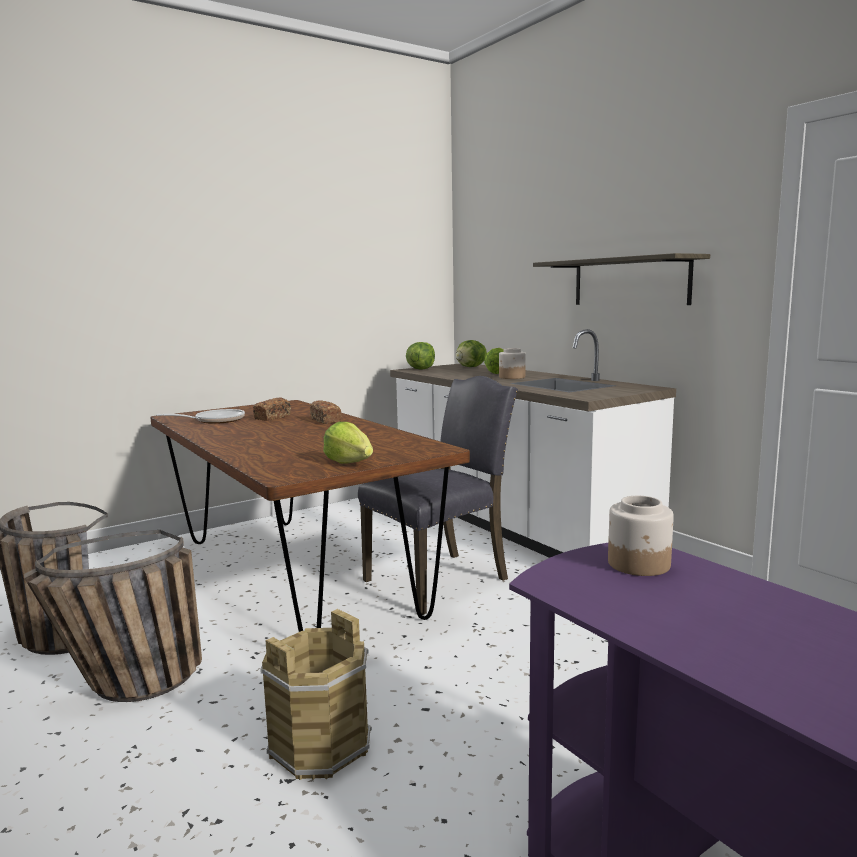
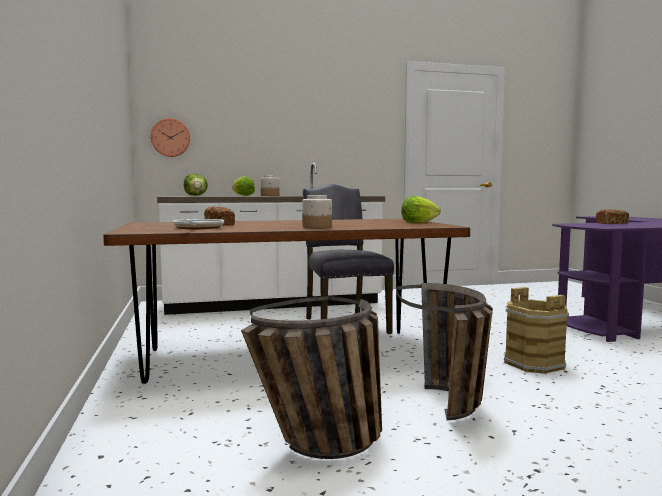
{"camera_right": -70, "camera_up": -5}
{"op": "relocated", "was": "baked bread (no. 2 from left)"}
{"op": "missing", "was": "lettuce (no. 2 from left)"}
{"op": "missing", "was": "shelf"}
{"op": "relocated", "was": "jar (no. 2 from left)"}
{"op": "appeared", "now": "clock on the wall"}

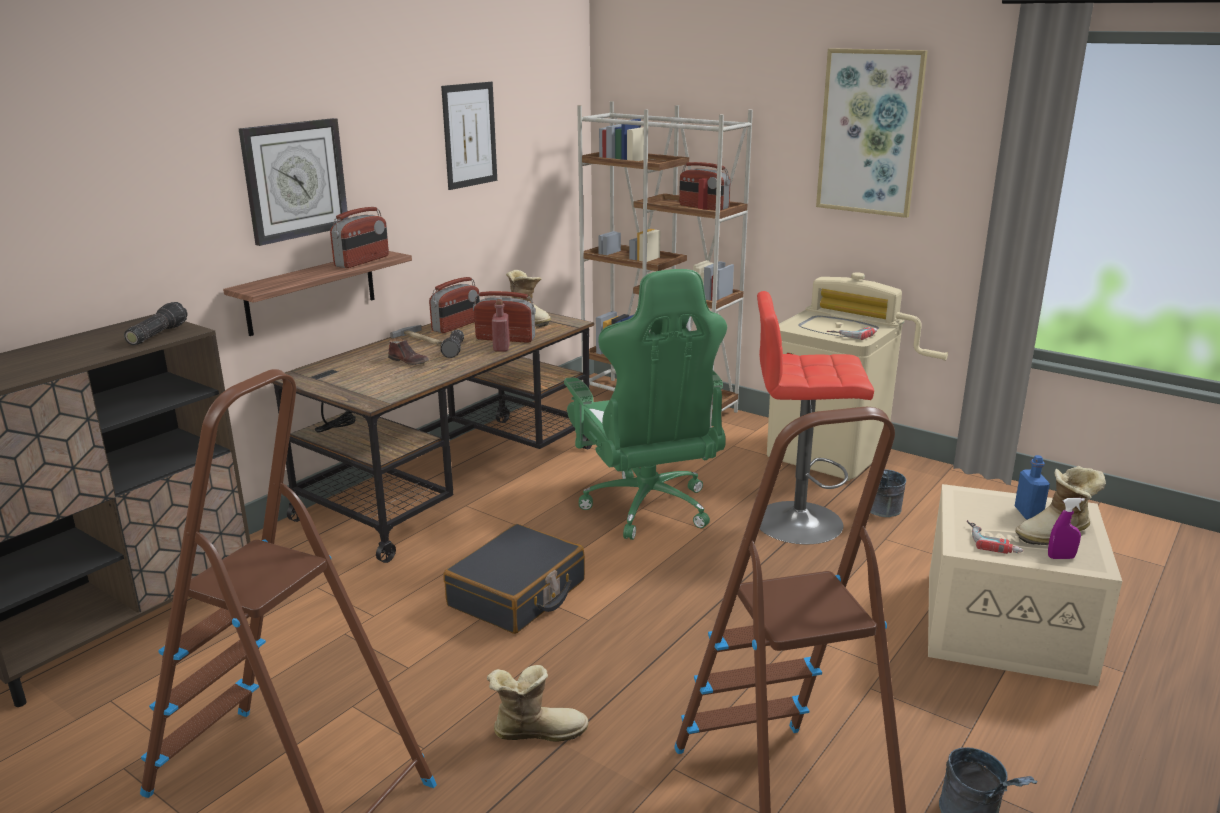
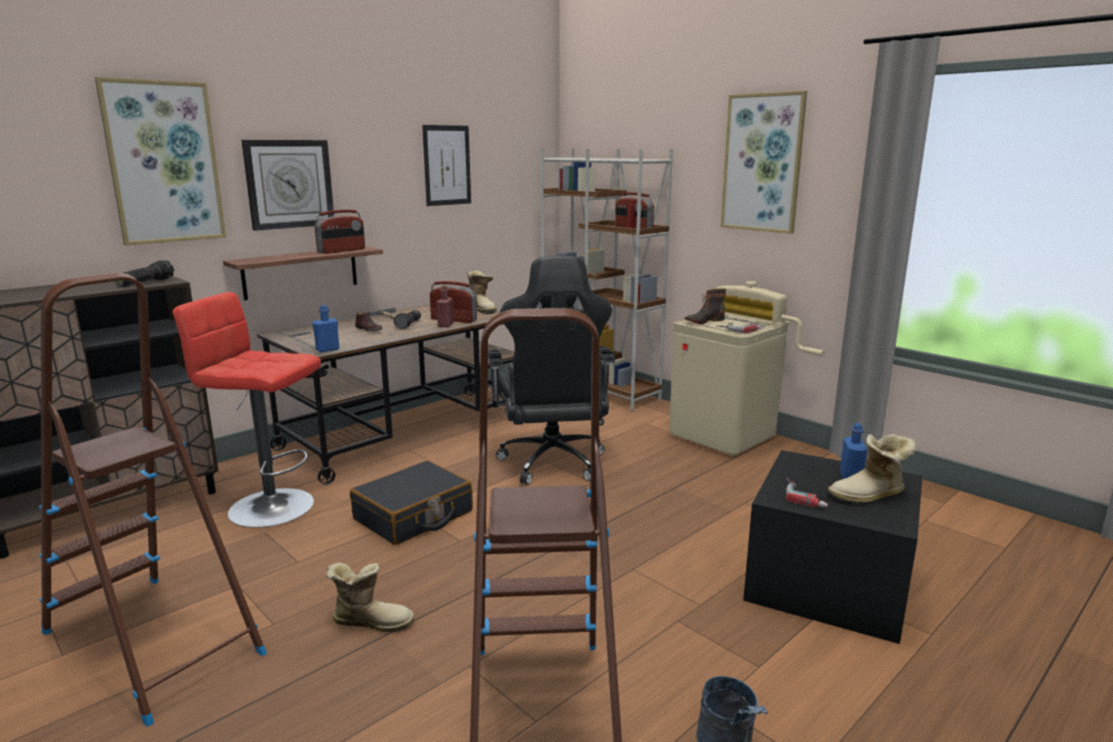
{"camera_right": 10, "camera_up": -5}
{"op": "missing", "was": "radio receiver (no. 2 from left)"}
{"op": "colour", "was": "desk chair (green-coloured)", "now": "desk chair (blackish)"}
{"op": "relocated", "was": "sitting stool (red-coloured)"}
{"op": "missing", "was": "bucket (greyish) (no. 1 from left)"}
{"op": "colour", "was": "storage container (sand-coloured)", "now": "storage container (blackish)"}
{"op": "missing", "was": "sprayer (purple)"}
{"op": "appeared", "now": "wall art (no. 1 from left)"}
{"op": "appeared", "now": "beverage bottle (blue-coloured) (no. 1 from left)"}
{"op": "appeared", "now": "high-top boot (no. 3 from left)"}

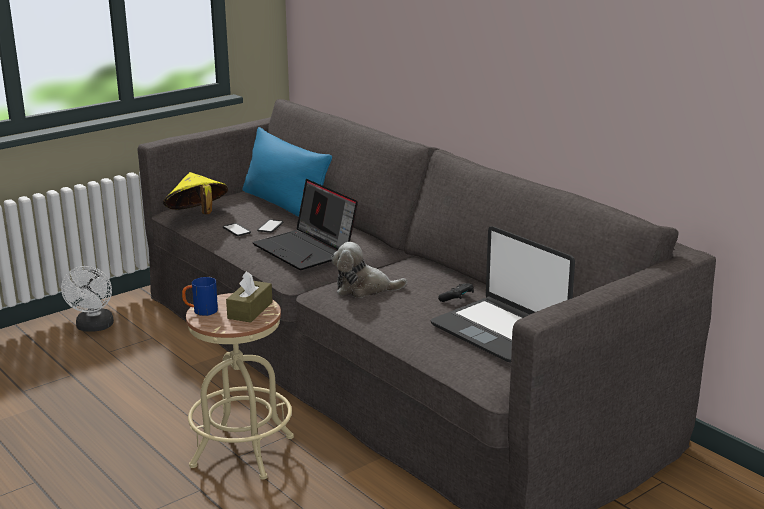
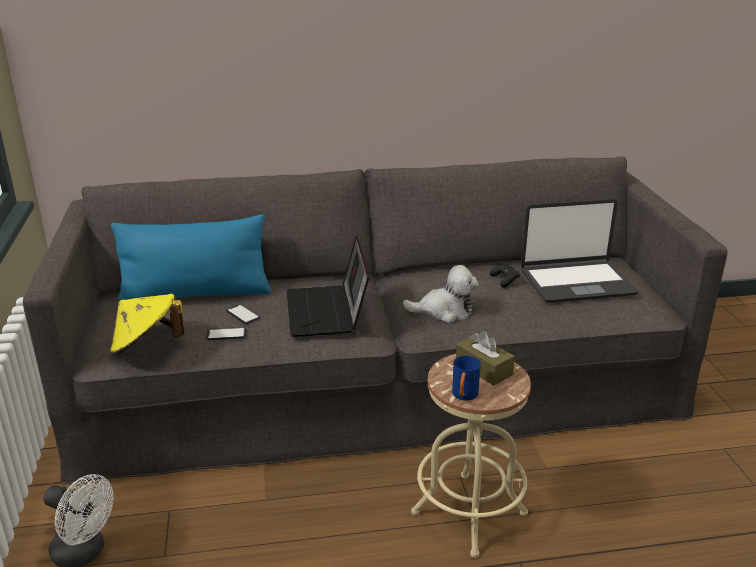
{"camera_right": -60, "camera_up": 5}
{"op": "spun", "was": "laptop (no. 1 from left)", "clockwise": 90}
{"op": "spun", "was": "soft toy", "clockwise": -120}

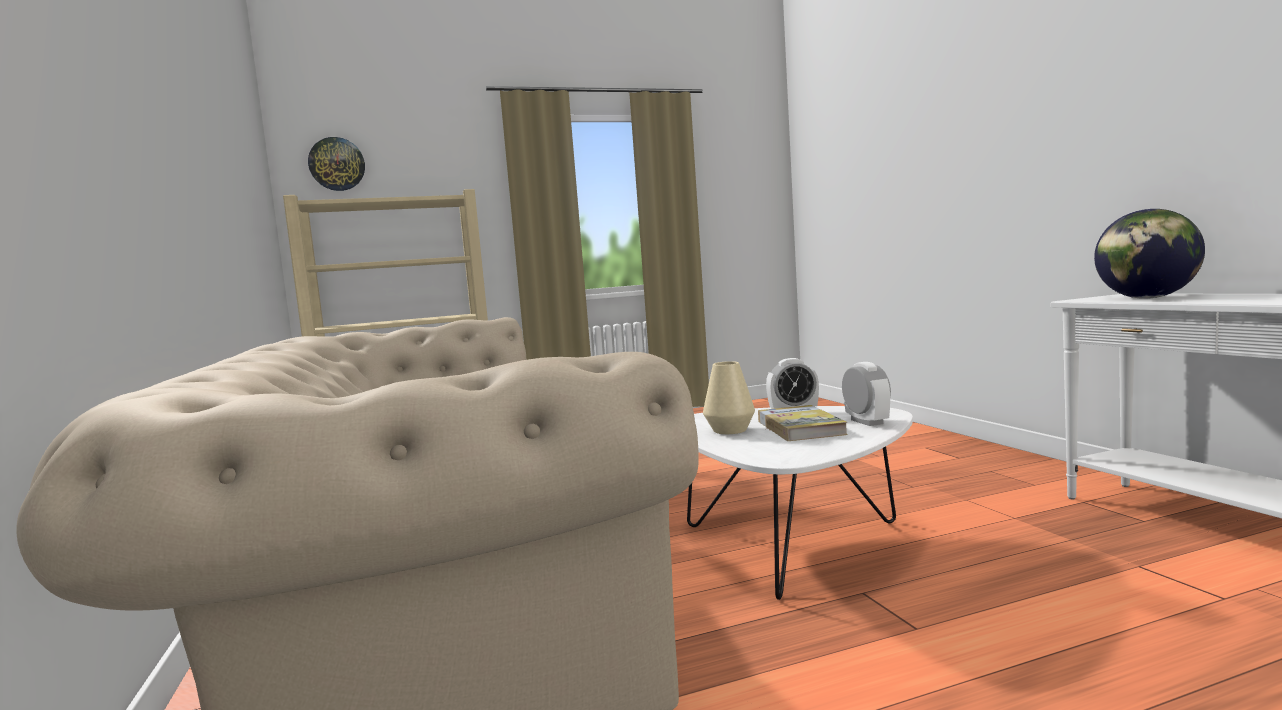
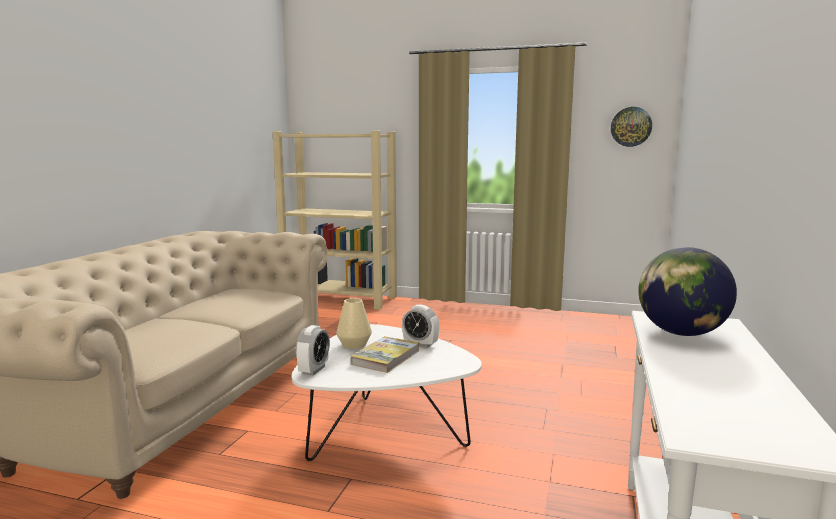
{"camera_right": 35, "camera_up": 5}
{"op": "relocated", "was": "clock on the wall"}
{"op": "relocated", "was": "table clock (no. 2 from left in the first image)", "now": "table clock (no. 1 from left)"}

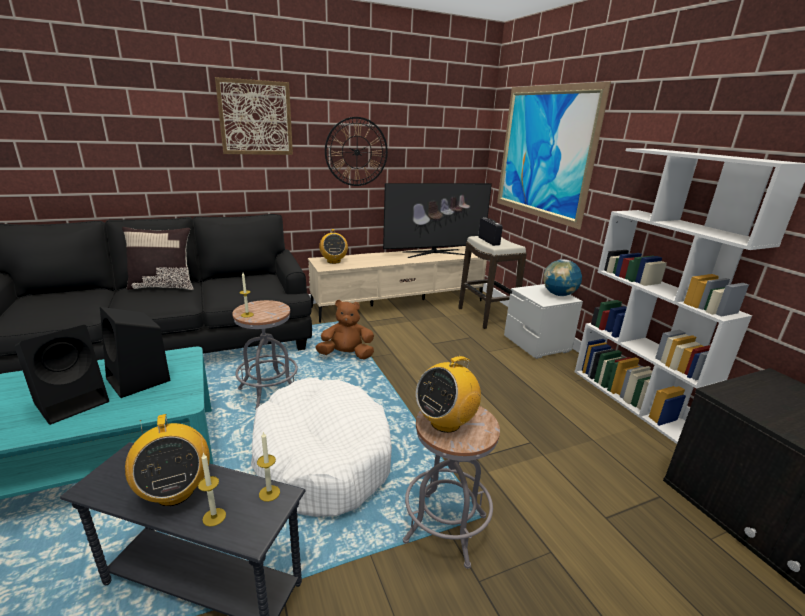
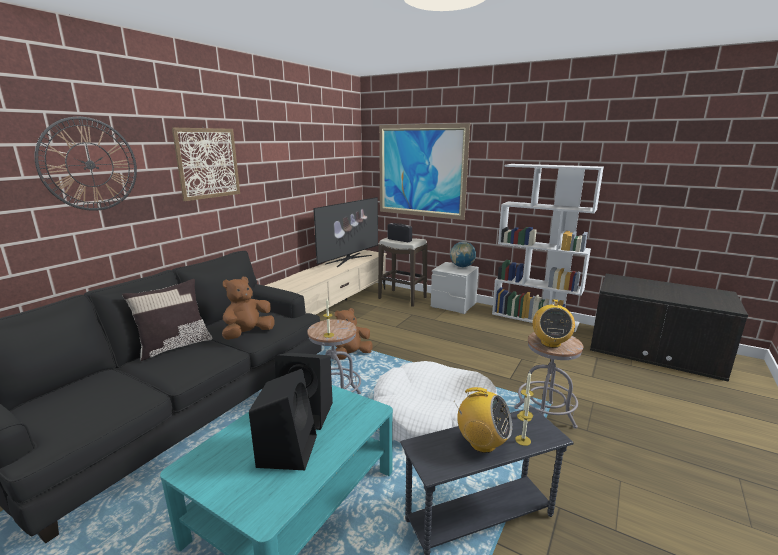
{"camera_right": -35, "camera_up": -5}
{"op": "missing", "was": "radio receiver (no. 2 from left)"}
{"op": "relocated", "was": "clock on the wall"}
{"op": "appeared", "now": "soft toy (brown) (no. 1 from left)"}

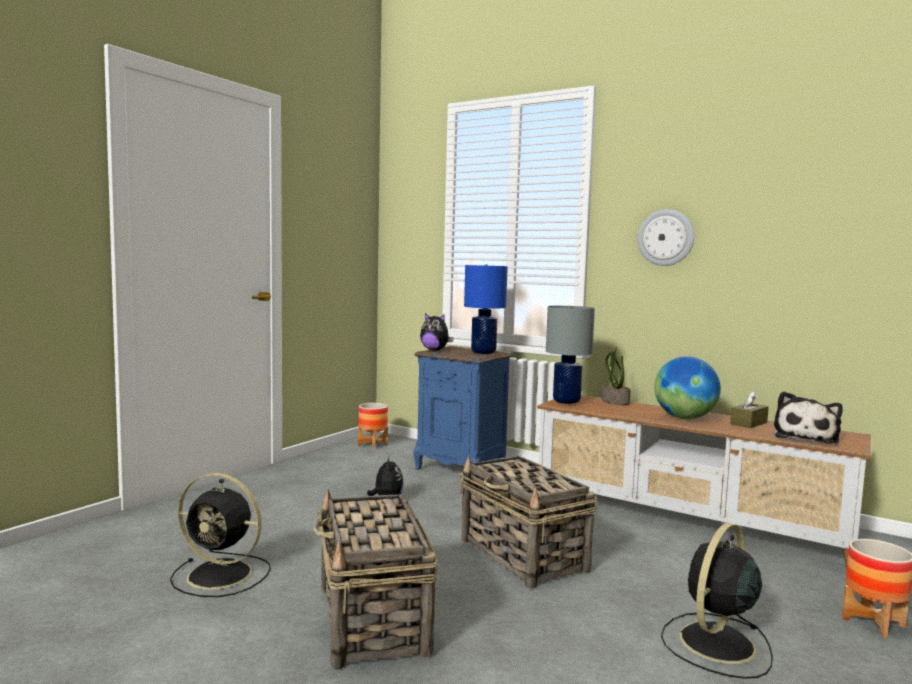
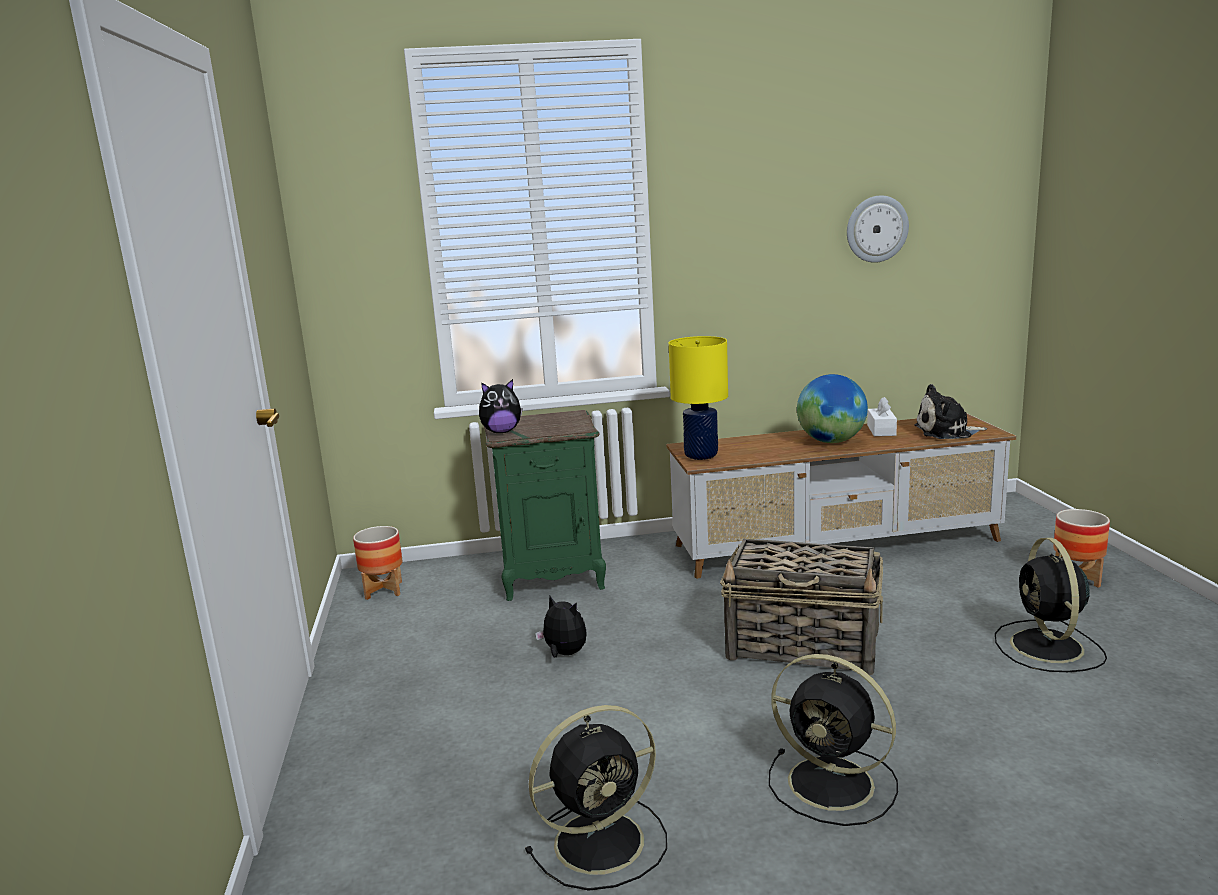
{"camera_right": -40, "camera_up": 10}
{"op": "exchanged", "was": "storage basket (no. 1 from left)", "now": "cooling fan (blackish) (no. 2 from left)"}
{"op": "colour", "was": "nightstand (blue-coloured)", "now": "nightstand (green-coloured)"}
{"op": "missing", "was": "lamp for a table (blue-coloured)"}
{"op": "colour", "was": "lamp for a table (greyish)", "now": "lamp for a table (yellow-coloured)"}
{"op": "missing", "was": "potted plant"}
{"op": "relocated", "was": "clock on the wall"}
{"op": "colour", "was": "tissue holder (brown)", "now": "tissue holder (white)"}
{"op": "spun", "was": "soft toy (no. 3 from left)", "clockwise": 105}

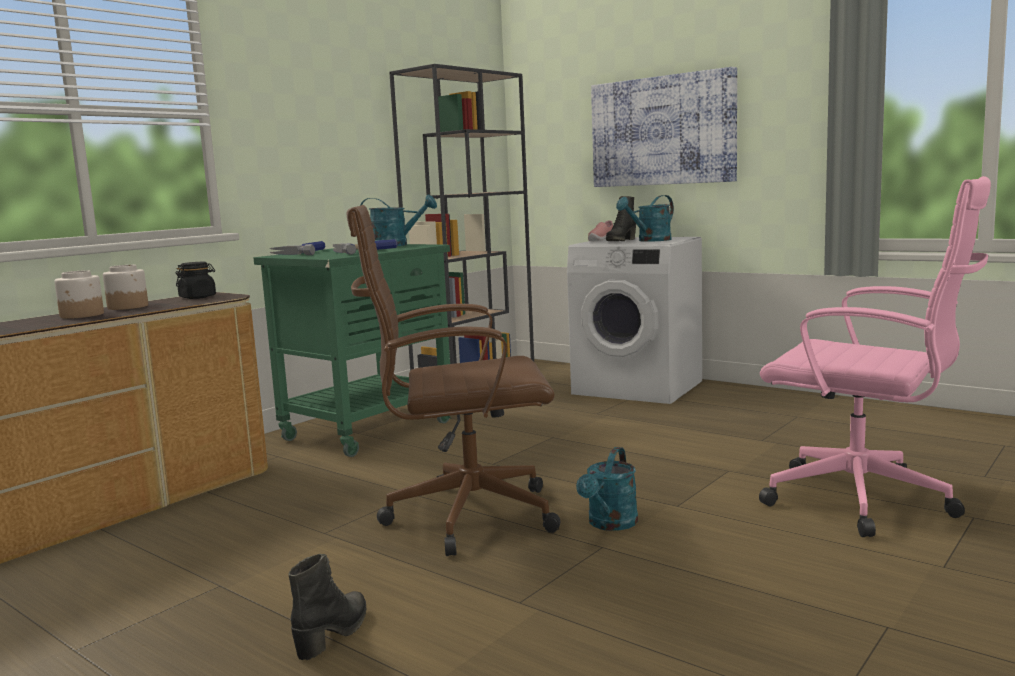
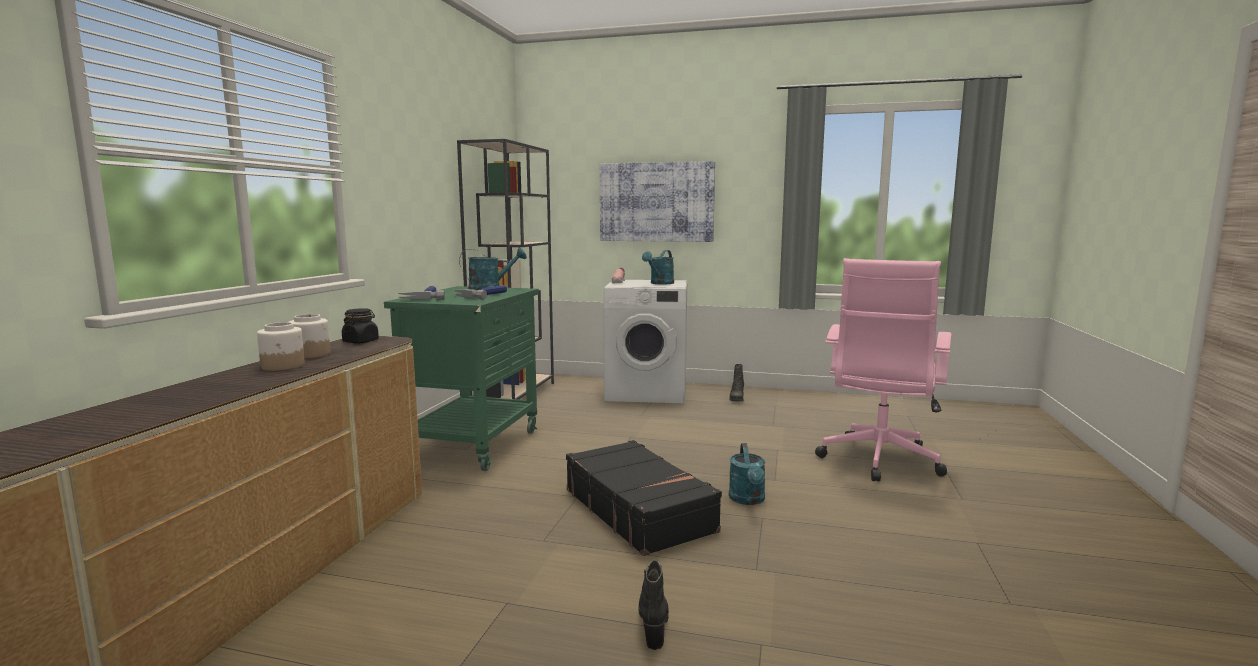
{"camera_right": -25, "camera_up": 0}
{"op": "exchanged", "was": "desk chair (brown)", "now": "suitcase (blackish)"}
{"op": "relocated", "was": "high-top boot (blackish) (no. 2 from left)"}
{"op": "spun", "was": "desk chair (pinkish)", "clockwise": 105}

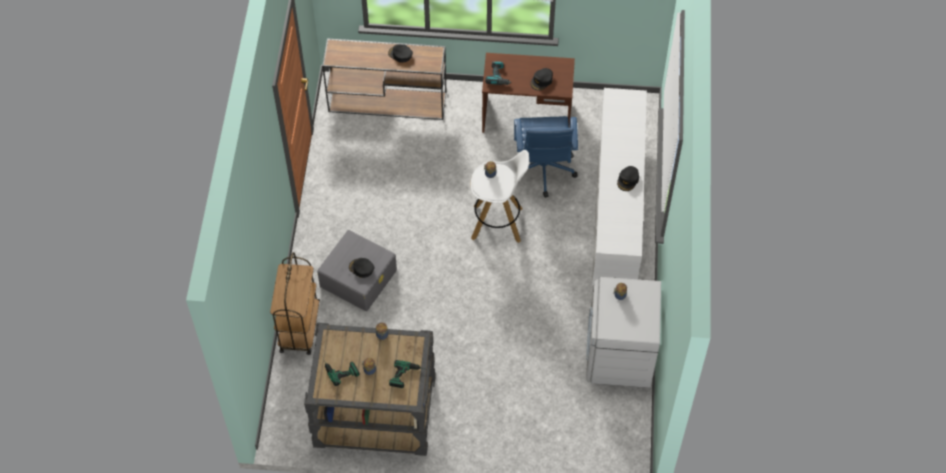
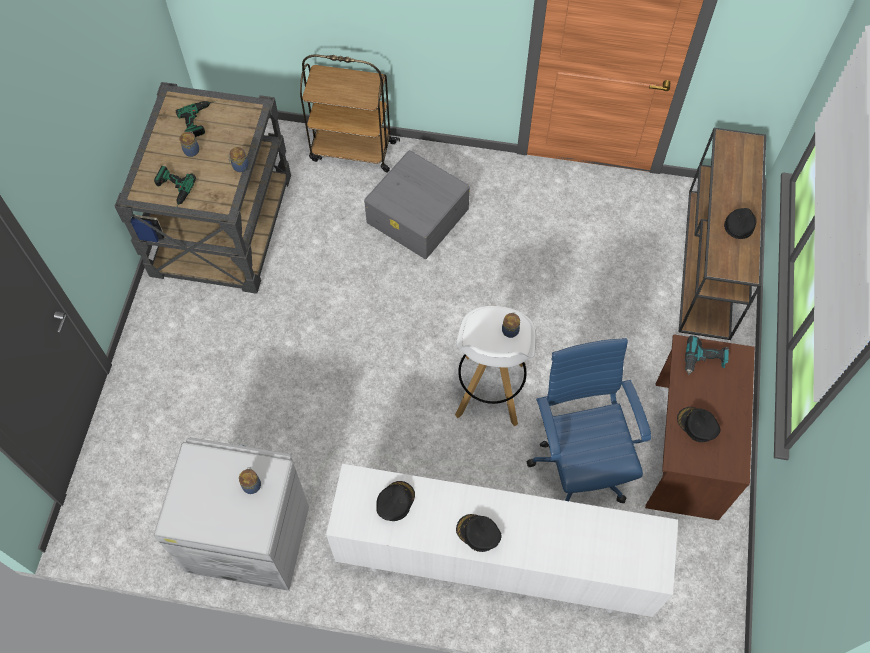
{"camera_right": 95, "camera_up": 5}
{"op": "relocated", "was": "peaked cap (blackish) (no. 1 from left)"}
{"op": "spun", "was": "desk chair (blue-coloured)", "clockwise": 75}

